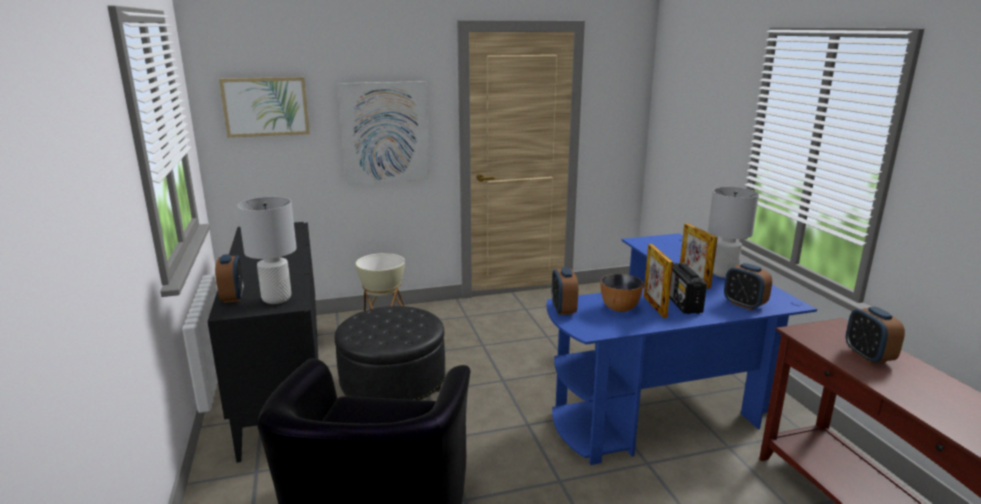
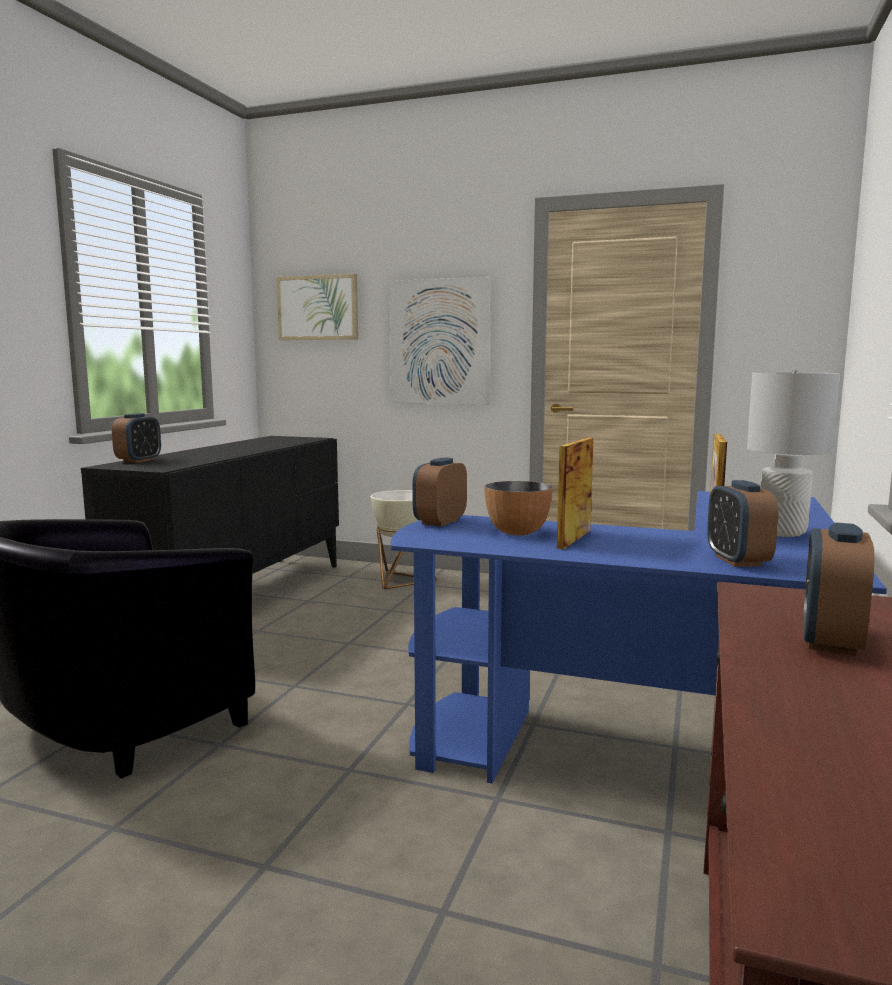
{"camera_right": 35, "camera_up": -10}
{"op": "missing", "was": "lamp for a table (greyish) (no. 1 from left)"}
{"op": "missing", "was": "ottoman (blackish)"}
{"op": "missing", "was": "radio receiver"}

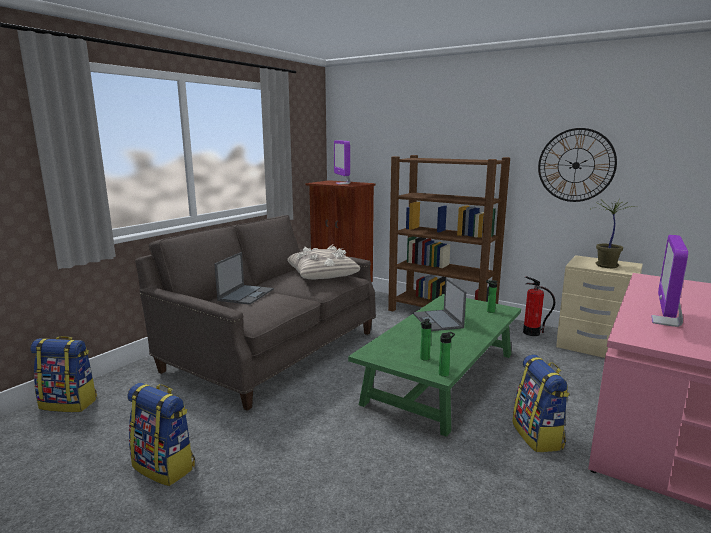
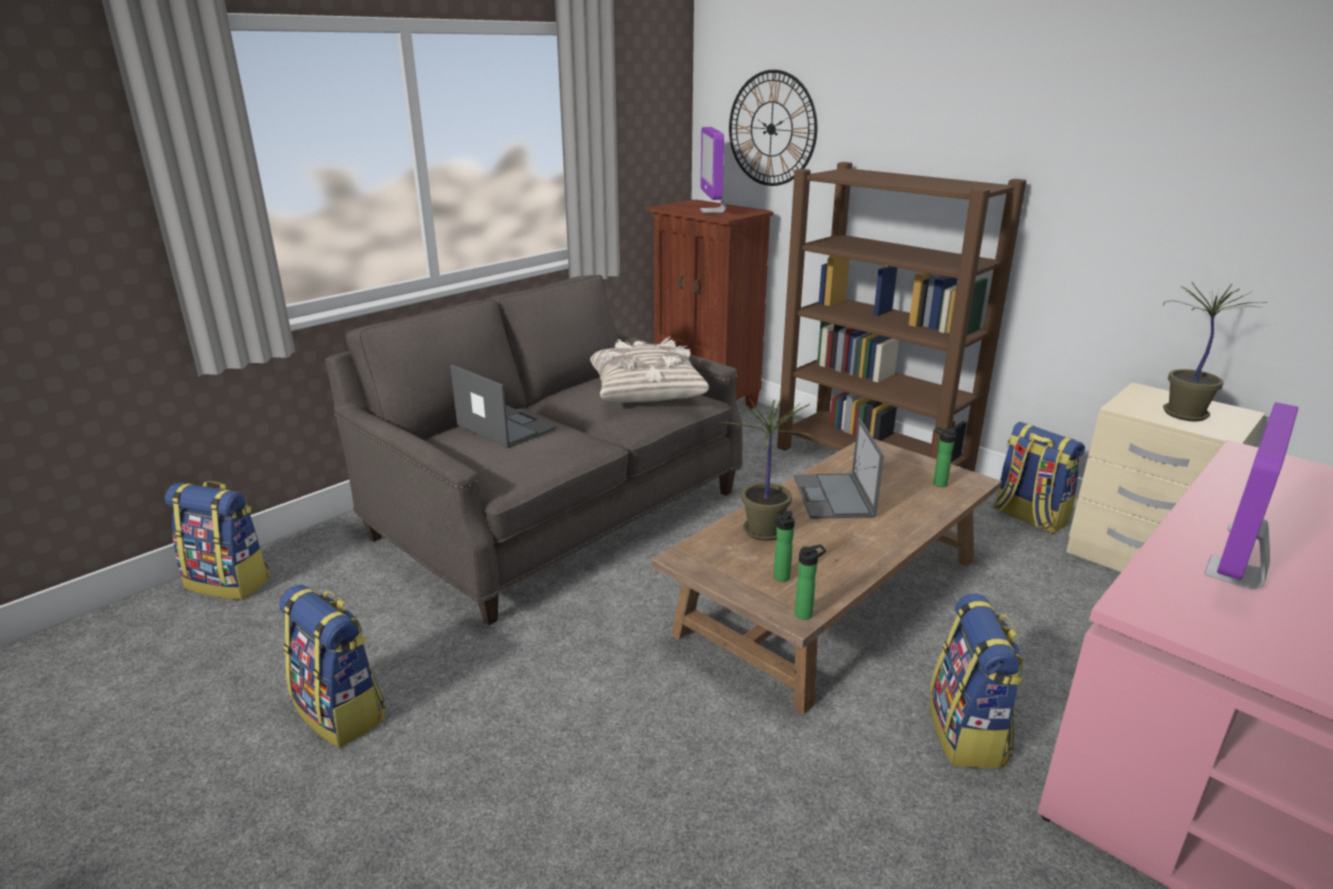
{"camera_right": 10, "camera_up": 10}
{"op": "spun", "was": "laptop (no. 1 from left)", "clockwise": -75}
{"op": "colour", "was": "low table (green-coloured)", "now": "low table (brown)"}
{"op": "exchanged", "was": "fire extinguisher", "now": "knapsack (no. 4 from left)"}
{"op": "relocated", "was": "clock on the wall"}
{"op": "appeared", "now": "potted plant (no. 1 from left)"}

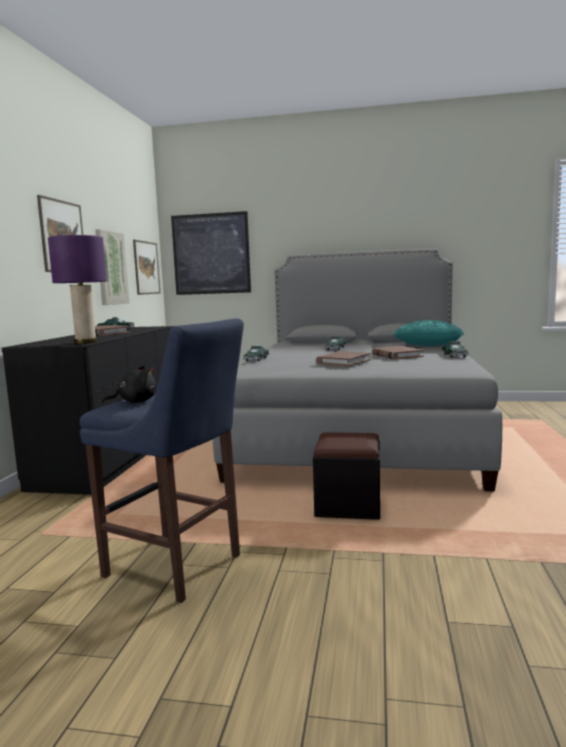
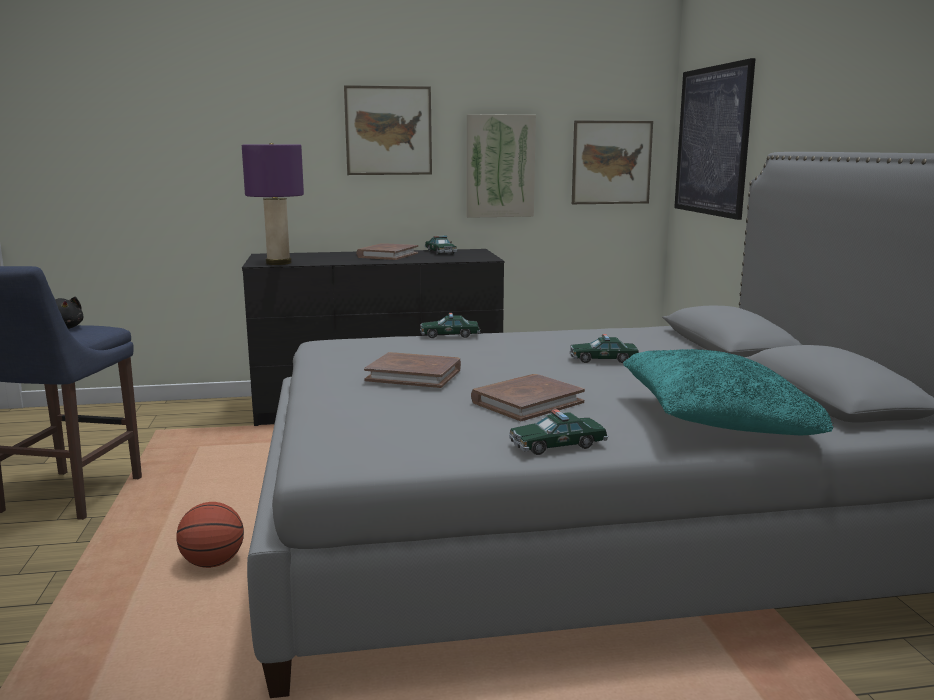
{"camera_right": 70, "camera_up": 5}
{"op": "exchanged", "was": "ottoman (blackish)", "now": "basketball ball"}

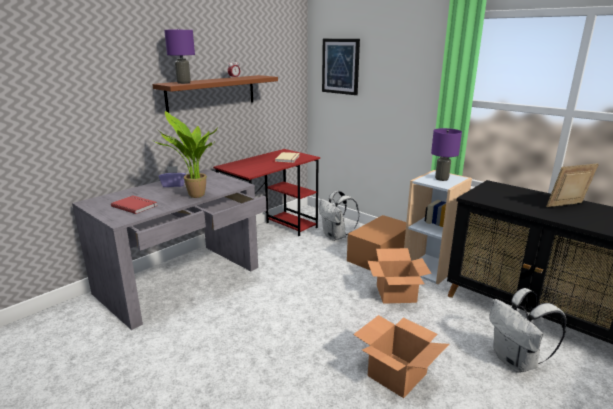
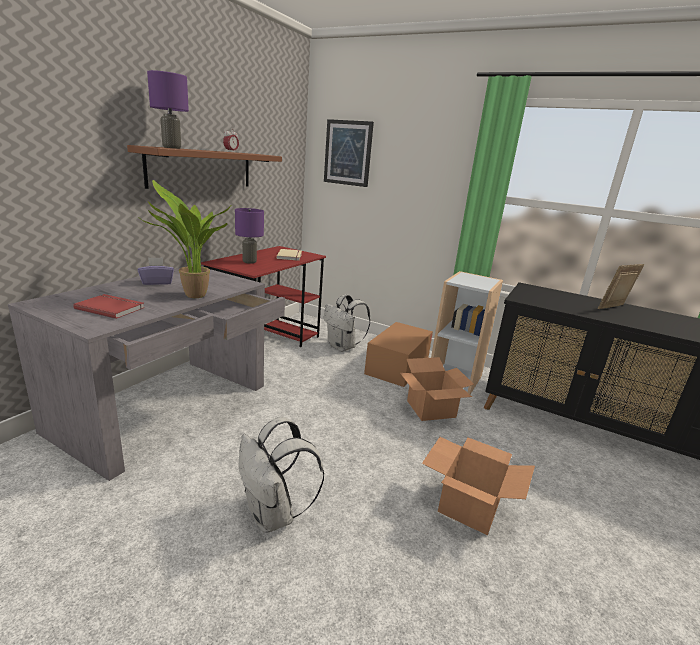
{"camera_right": -15, "camera_up": 0}
{"op": "relocated", "was": "lamp for a table (purple) (no. 2 from left)"}
{"op": "relocated", "was": "knapsack (white) (no. 2 from left in the first image)", "now": "knapsack (white) (no. 1 from left)"}

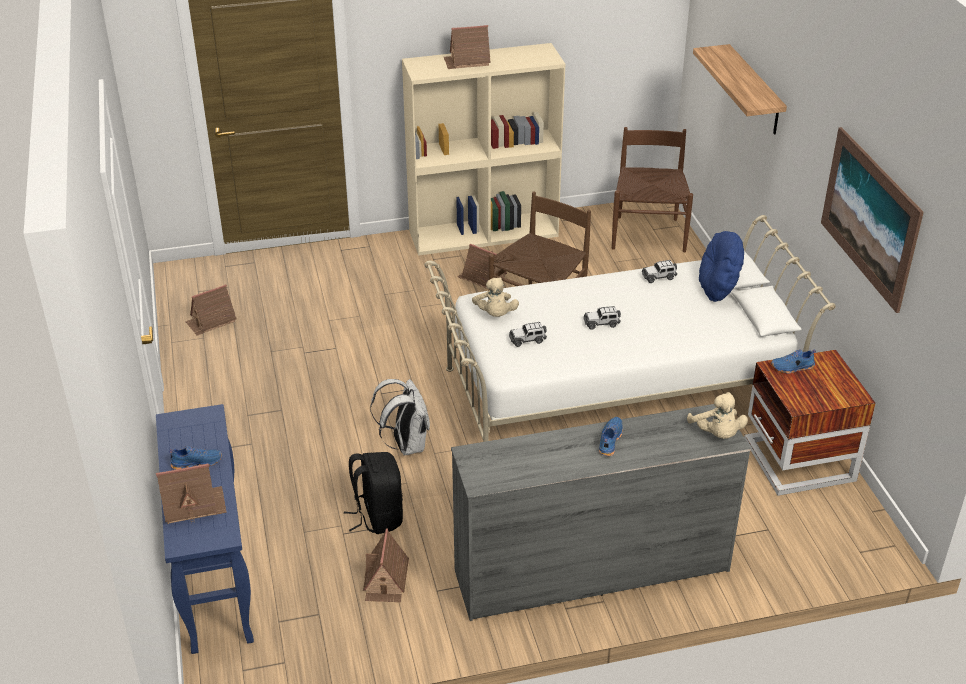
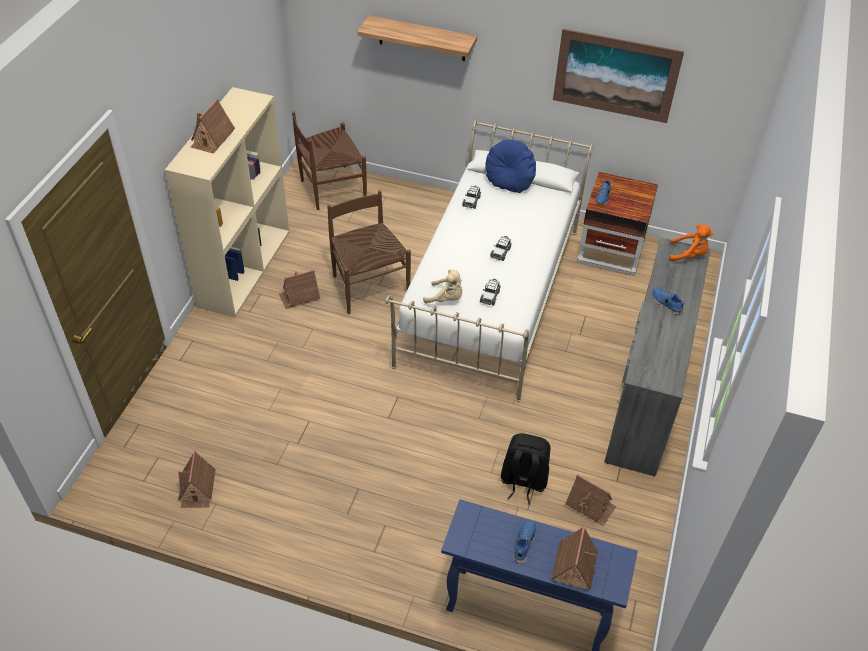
{"camera_right": -60, "camera_up": 10}
{"op": "missing", "was": "knapsack (white)"}
{"op": "spun", "was": "upright chair (brown) (no. 2 from left in the first image)", "clockwise": -60}
{"op": "colour", "was": "soft toy (sand-coloured) (no. 2 from left)", "now": "soft toy (orange)"}

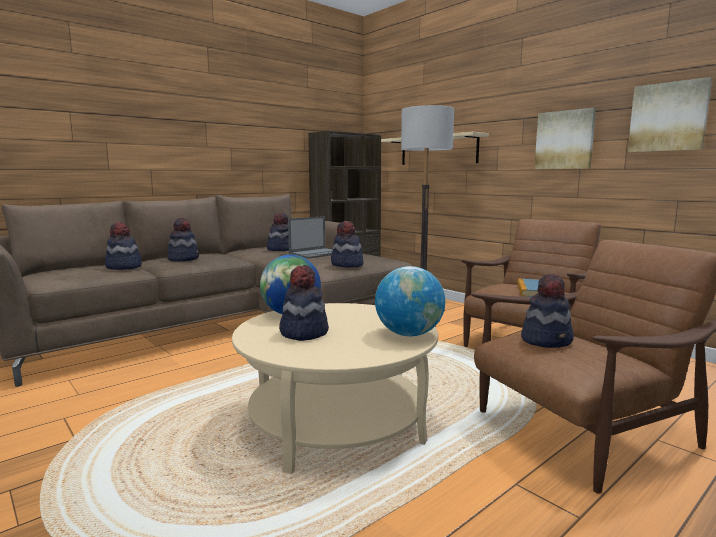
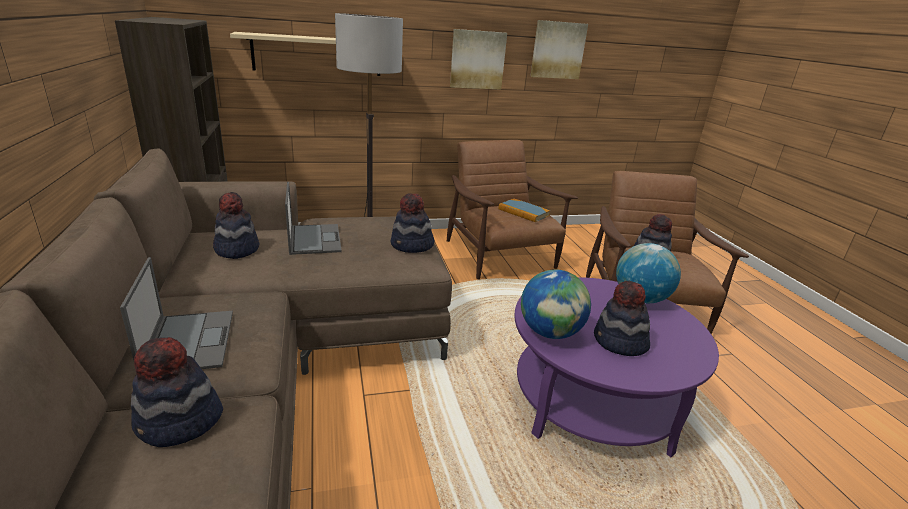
{"camera_right": -65, "camera_up": 15}
{"op": "exchanged", "was": "clothing hat (no. 2 from left)", "now": "laptop (no. 1 from left)"}
{"op": "colour", "was": "low table (sand-coloured)", "now": "low table (purple)"}

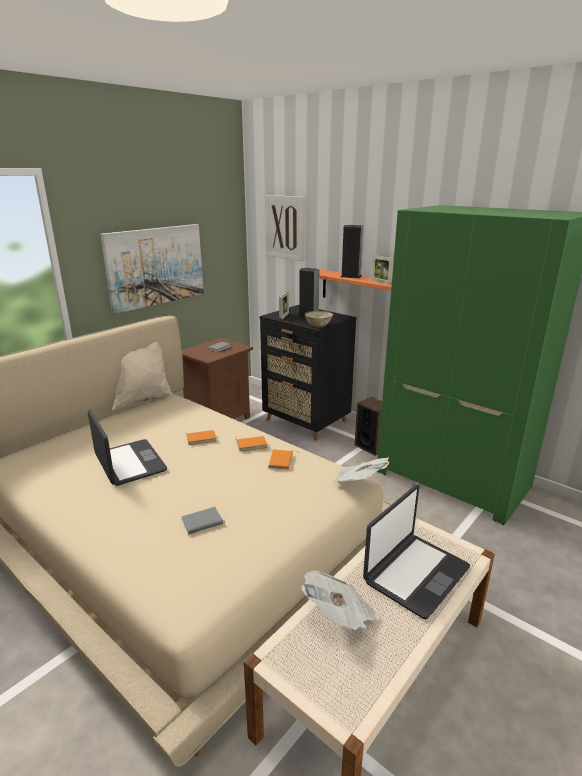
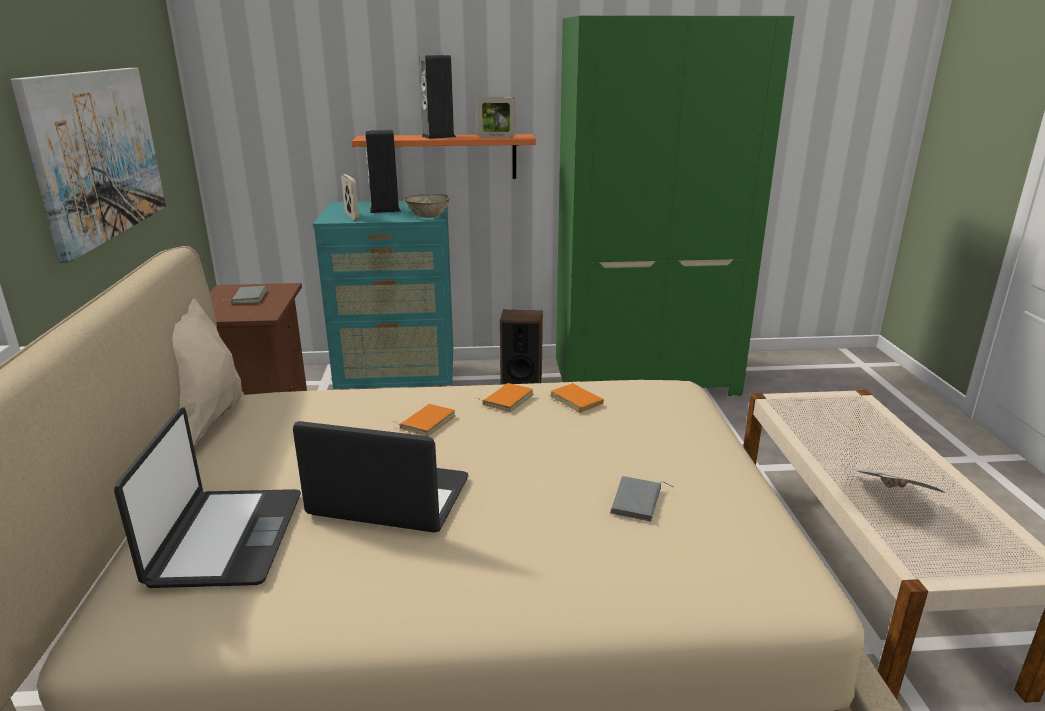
{"camera_right": -45, "camera_up": 0}
{"op": "colour", "was": "drawer chest (blackish)", "now": "drawer chest (turquoise-coloured)"}
{"op": "missing", "was": "wall art (no. 2 from left)"}
{"op": "missing", "was": "printed paper (no. 2 from left)"}
{"op": "relocated", "was": "laptop (no. 2 from left in the first image)", "now": "laptop (no. 1 from left)"}

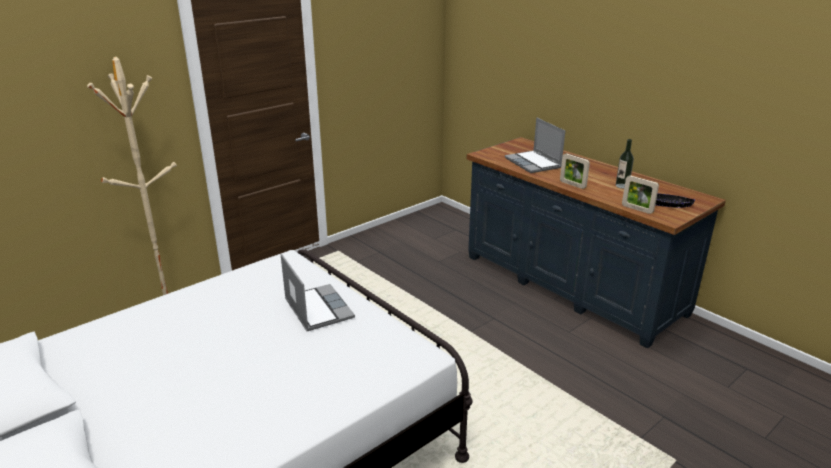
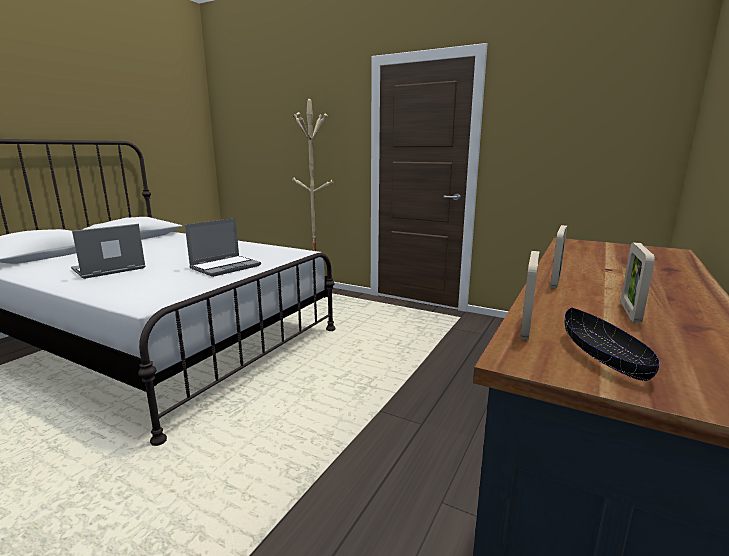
{"camera_right": 70, "camera_up": -10}
{"op": "relocated", "was": "laptop (no. 2 from left in the first image)", "now": "laptop (no. 1 from left)"}
{"op": "exchanged", "was": "beverage bottle", "now": "photo frame (no. 3 from left)"}

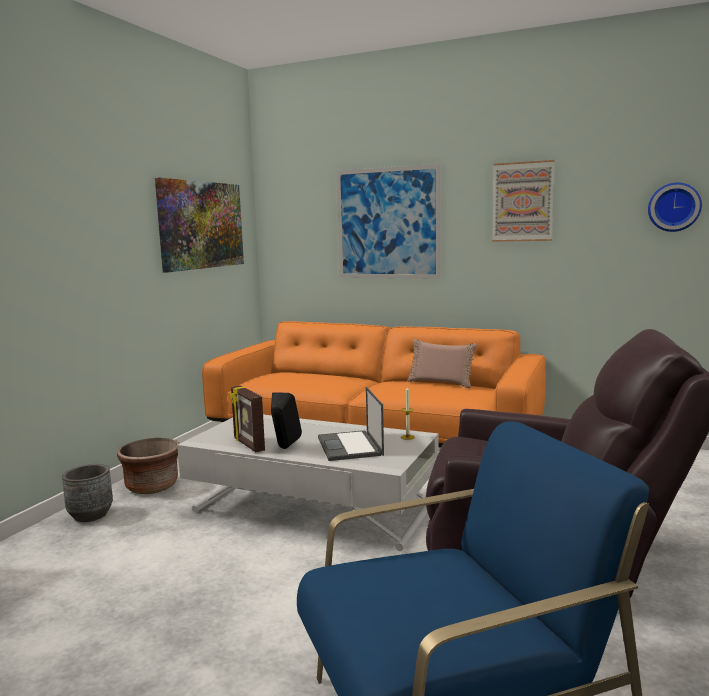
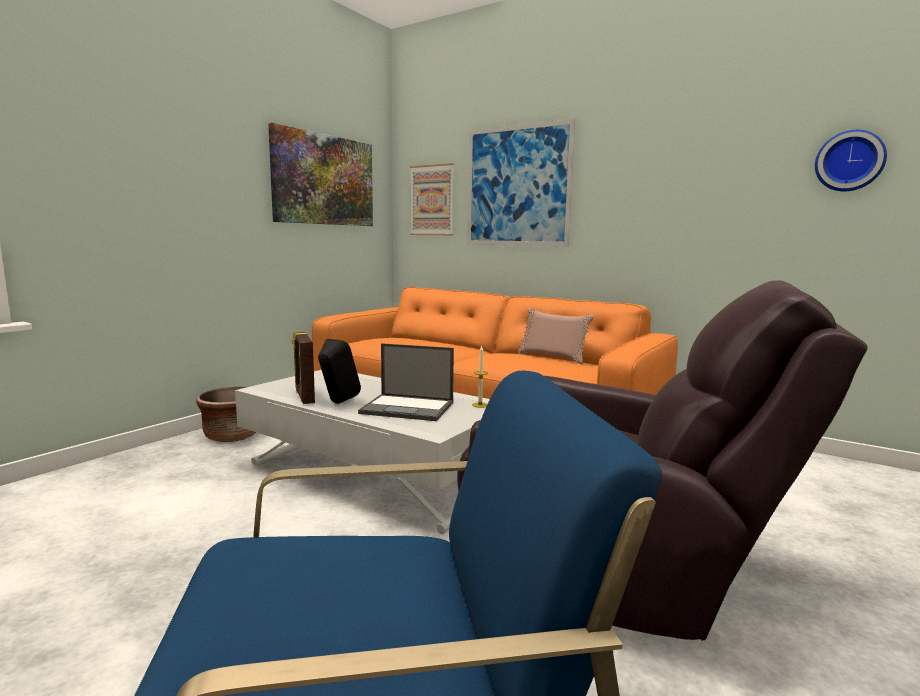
{"camera_right": 10, "camera_up": 0}
{"op": "missing", "was": "planter (greyish)"}
{"op": "spun", "was": "laptop", "clockwise": -75}
{"op": "relocated", "was": "wall art (no. 3 from left in the first image)", "now": "wall art (no. 2 from left)"}

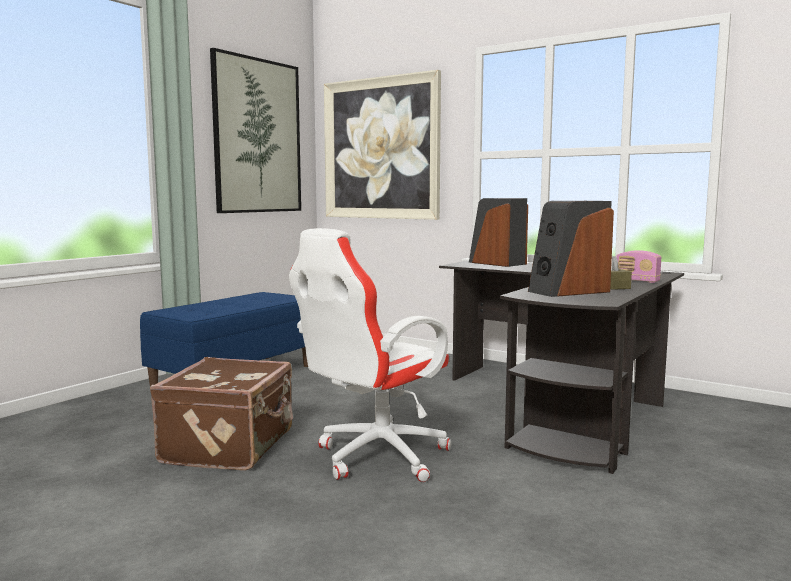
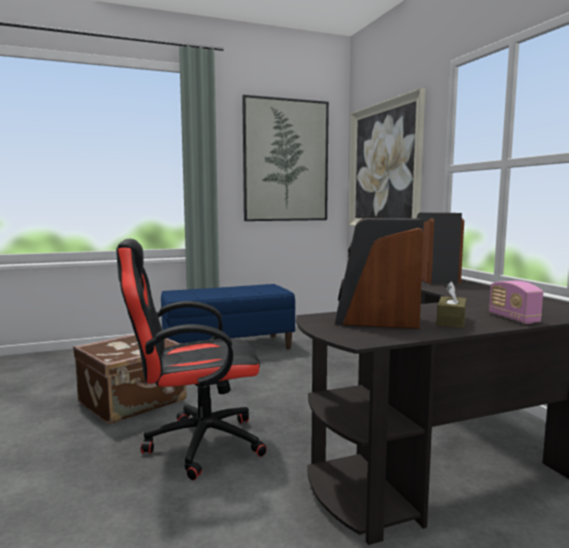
{"camera_right": 35, "camera_up": 0}
{"op": "colour", "was": "desk chair (white)", "now": "desk chair (blackish)"}

